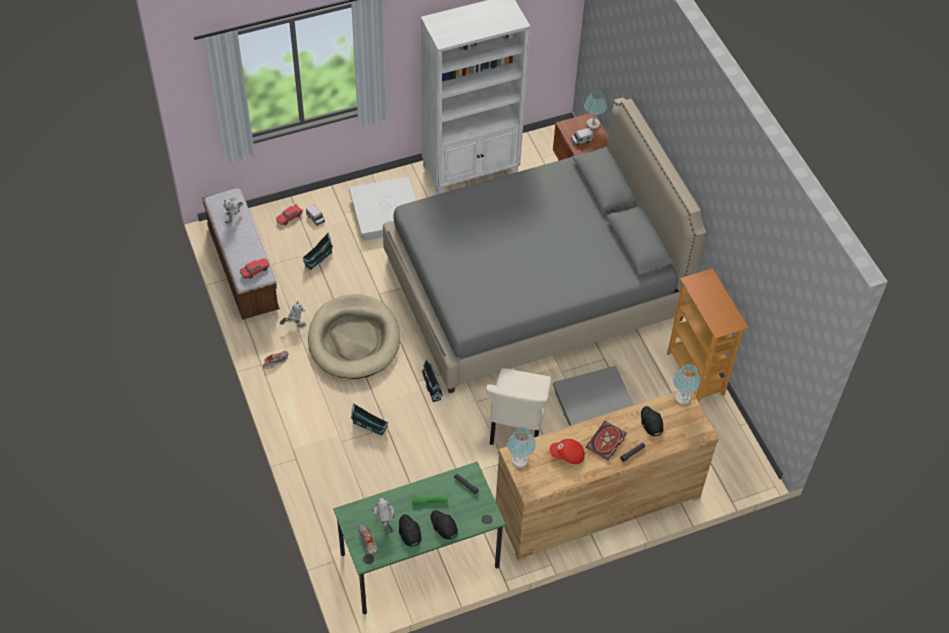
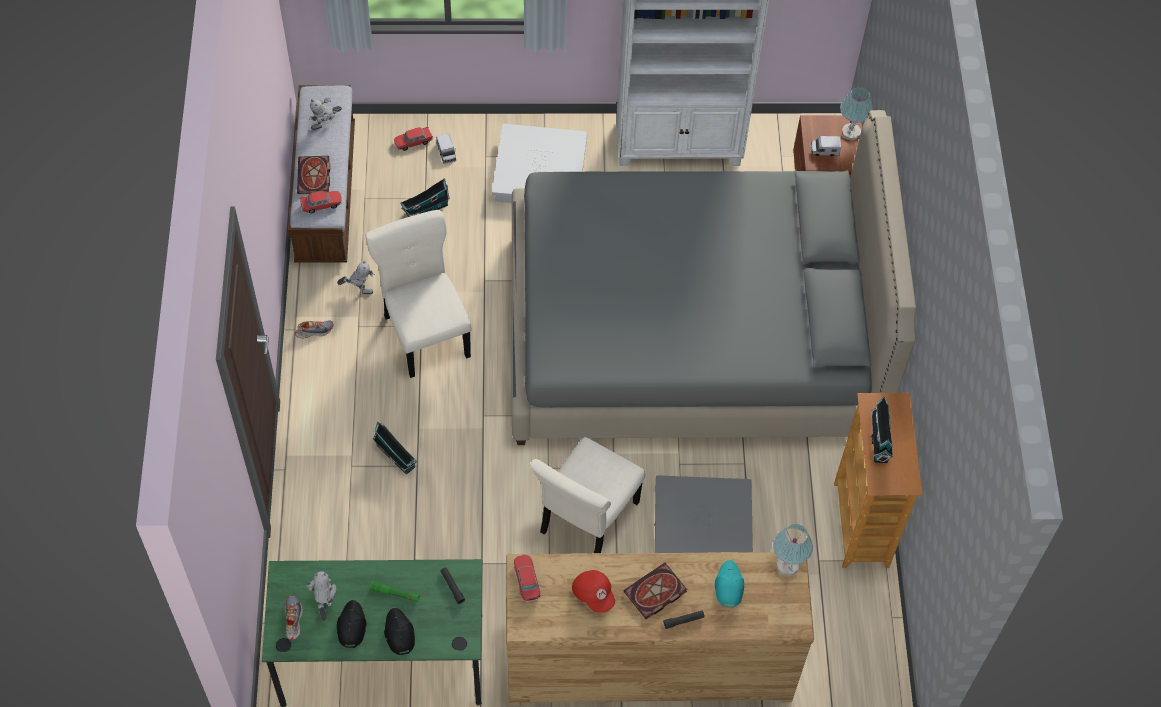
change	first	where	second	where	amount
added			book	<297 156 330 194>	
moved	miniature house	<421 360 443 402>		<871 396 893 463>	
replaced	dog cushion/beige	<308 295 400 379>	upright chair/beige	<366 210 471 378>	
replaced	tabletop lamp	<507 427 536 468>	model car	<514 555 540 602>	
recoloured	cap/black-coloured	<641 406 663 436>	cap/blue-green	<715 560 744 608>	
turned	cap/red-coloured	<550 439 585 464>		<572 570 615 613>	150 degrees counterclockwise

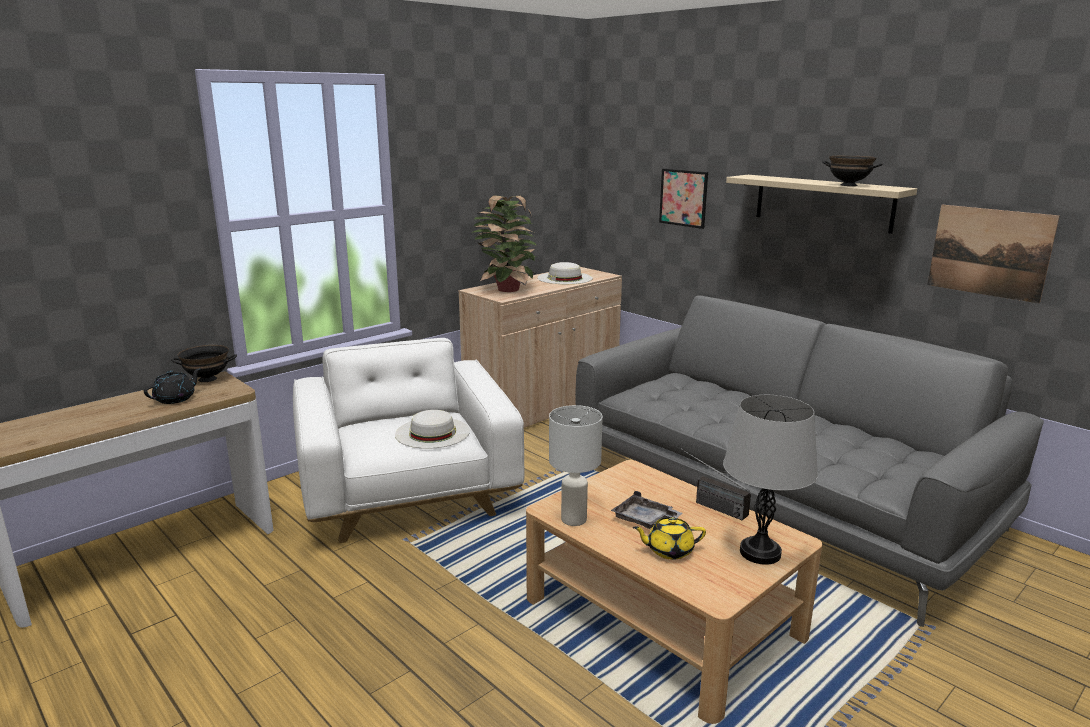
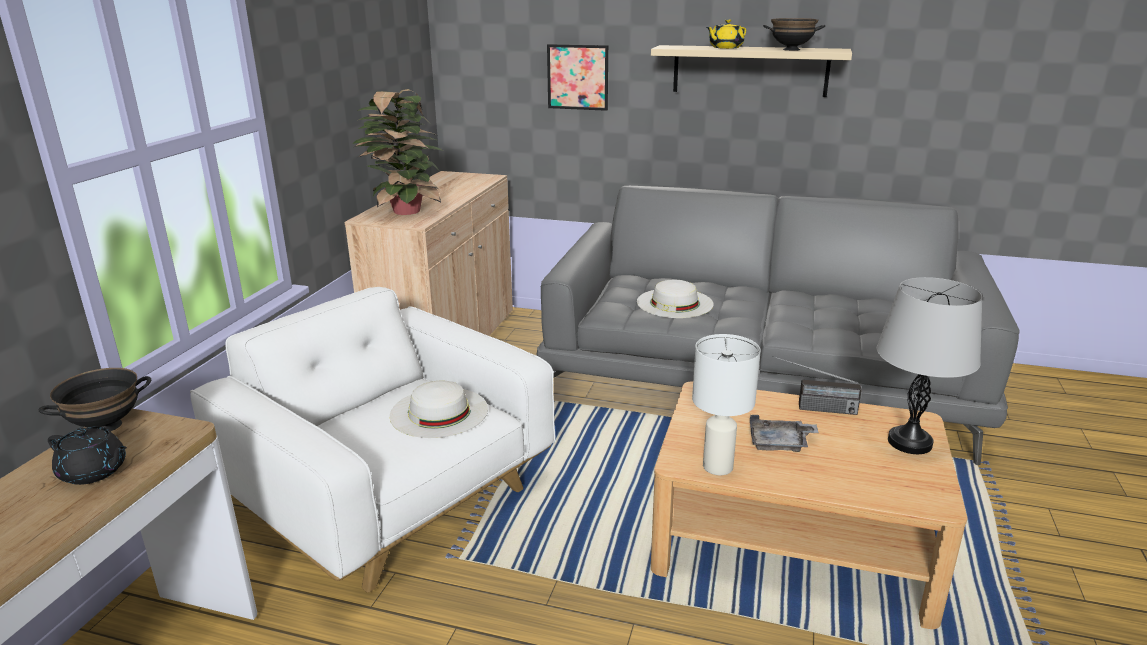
change	first	where	second	where	amount
removed	picture	<927 205 1060 303>			
moved	clothing hat/white	<537 262 593 284>		<637 280 713 318>	
moved	tea pot/yellow	<633 517 706 560>		<707 19 746 49>	
turned	tea pot/black-coloured	<144 368 201 404>		<48 427 127 485>	105 degrees clockwise

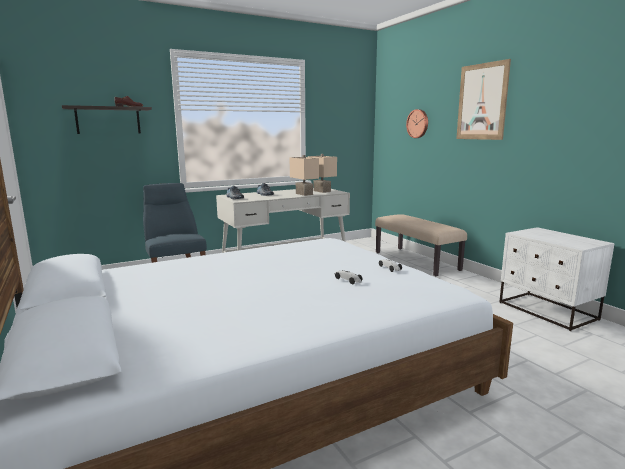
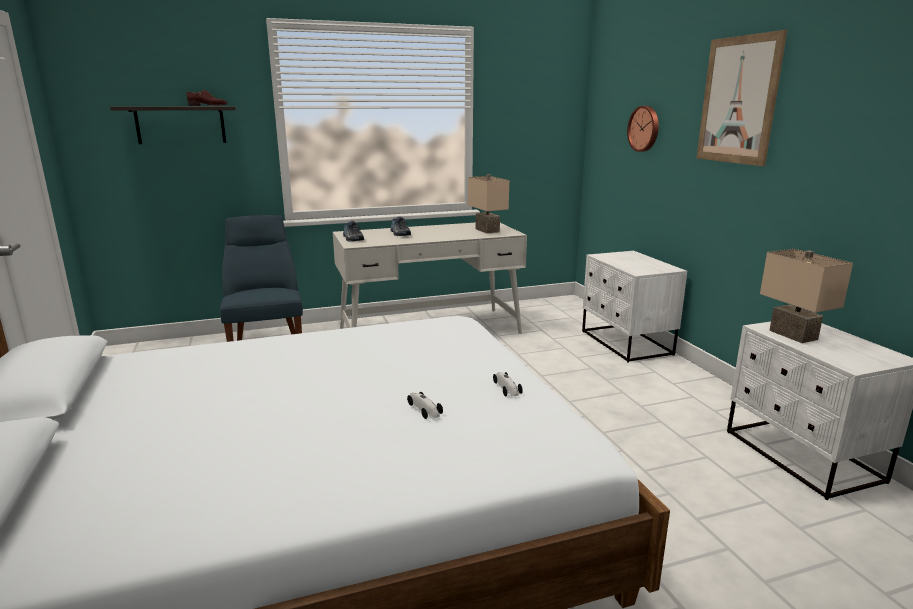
change	first	where	second	where	amount
moved	tabletop lamp/beige	<290 155 319 196>		<760 249 853 343>	
replaced	long seat/beige	<375 214 467 276>	bedside table/white	<582 251 687 363>	

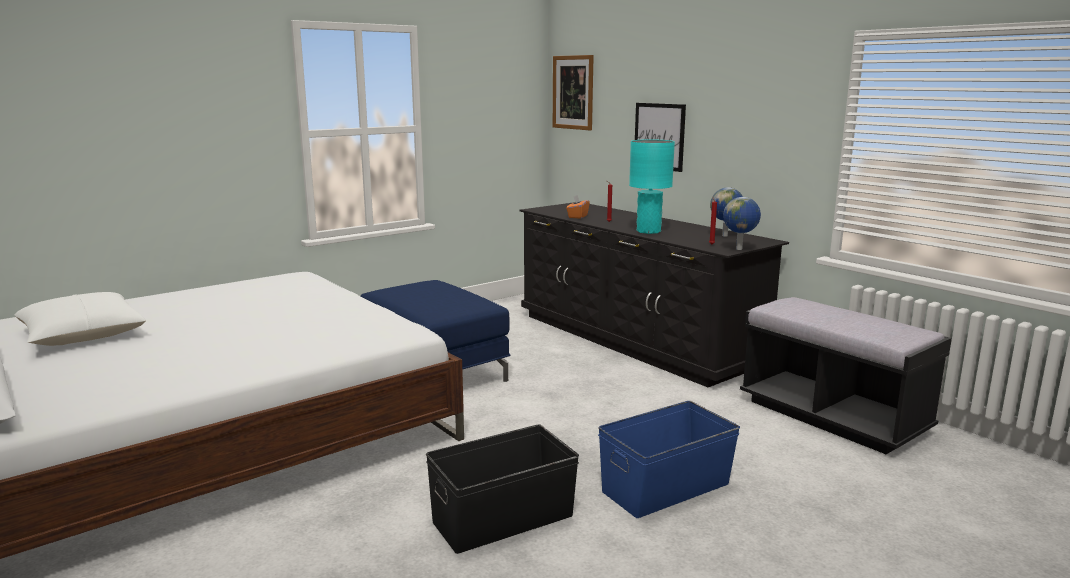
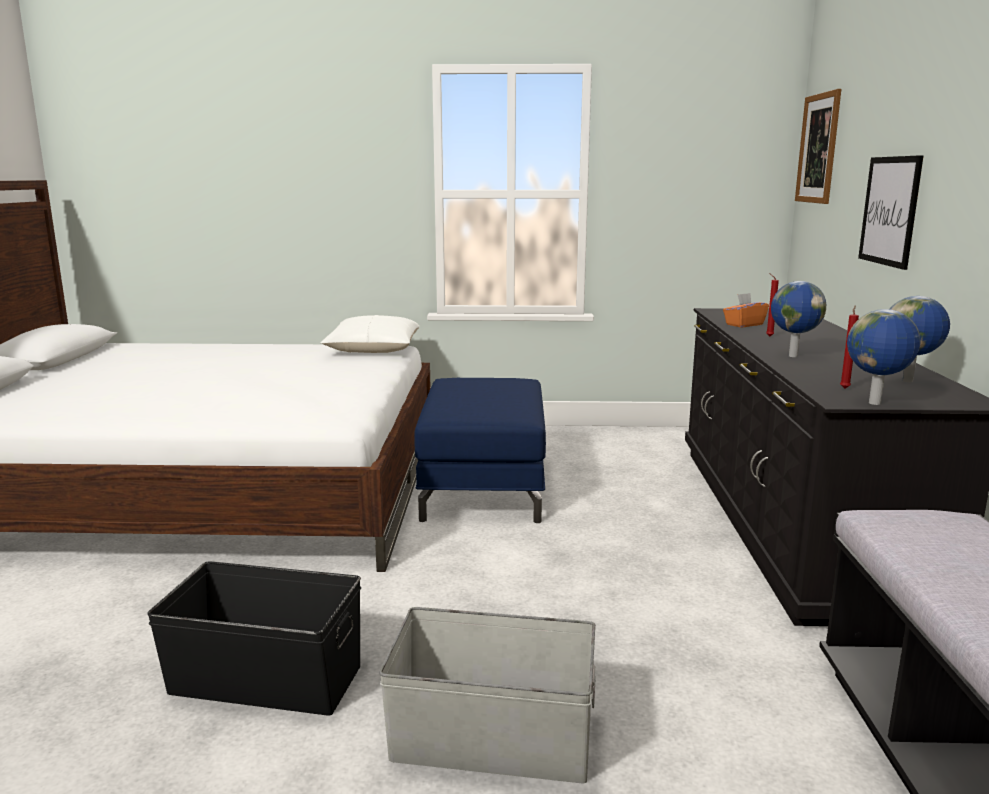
change	first	where	second	where	amount
moved	pillow/white	<14 292 146 346>		<321 315 419 353>	
replaced	tabletop lamp/blue-green	<629 139 675 234>	globe	<771 281 826 357>	
recoloured	storage container/blue-coloured	<598 401 740 518>	storage container/gray	<379 607 595 783>	

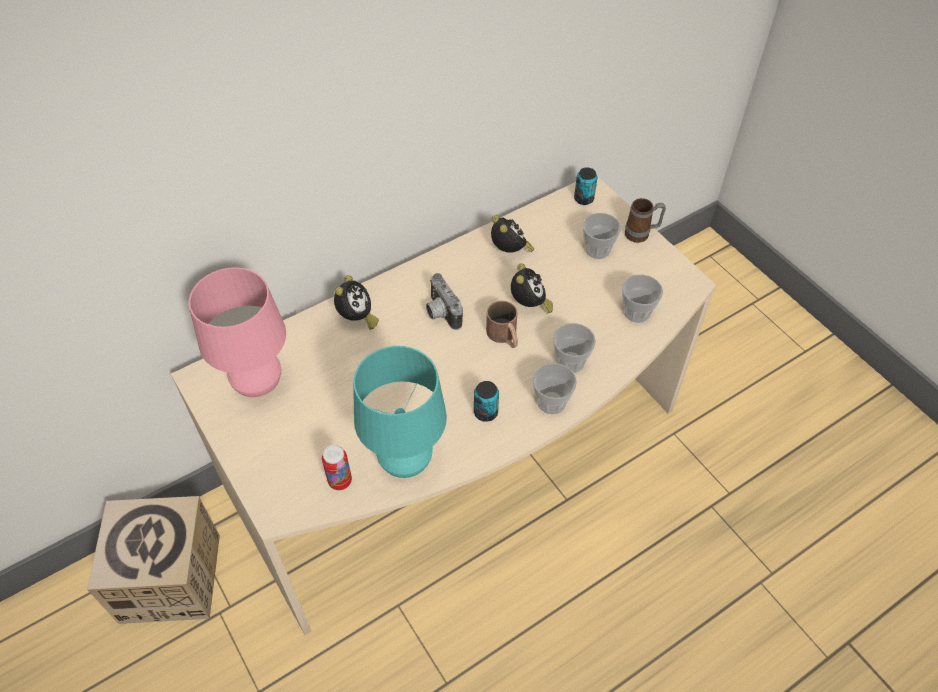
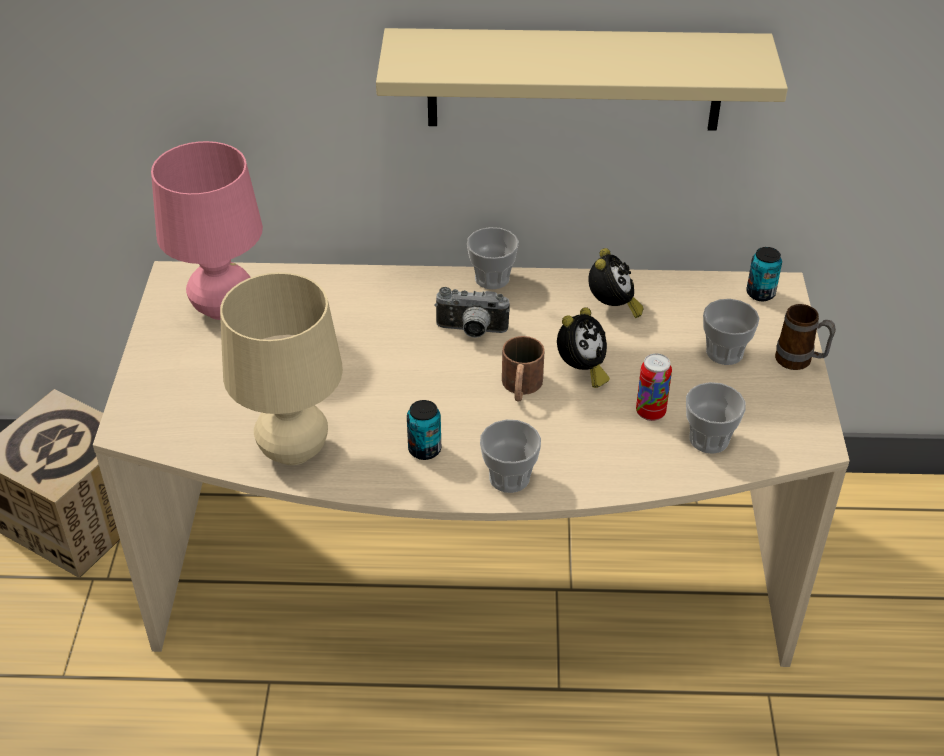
change	first	where	second	where	amount
removed	alarm clock	<334 275 379 330>			
added			shelf/beige	<376 28 788 131>	
moved	metal can	<322 445 352 490>		<636 353 672 421>	
moved	drinking cup	<553 323 596 373>		<467 227 519 289>	
recoloured	tabletop lamp/blue-green	<353 346 447 478>	tabletop lamp/beige	<220 272 343 465>	
turned	photo camera	<426 273 463 330>		<434 287 510 338>	90 degrees counterclockwise

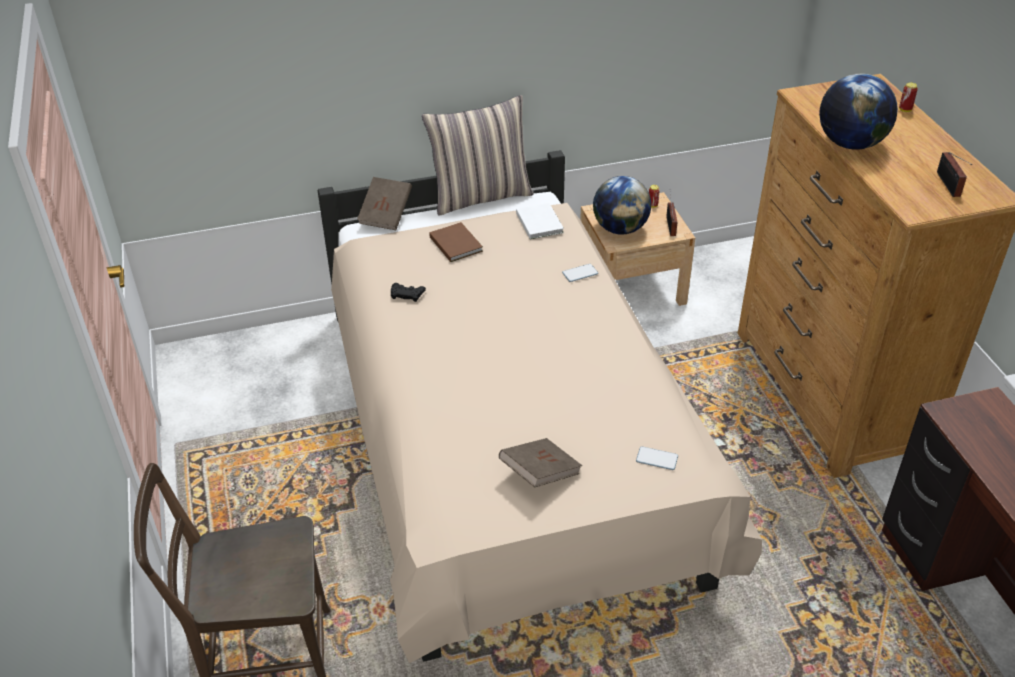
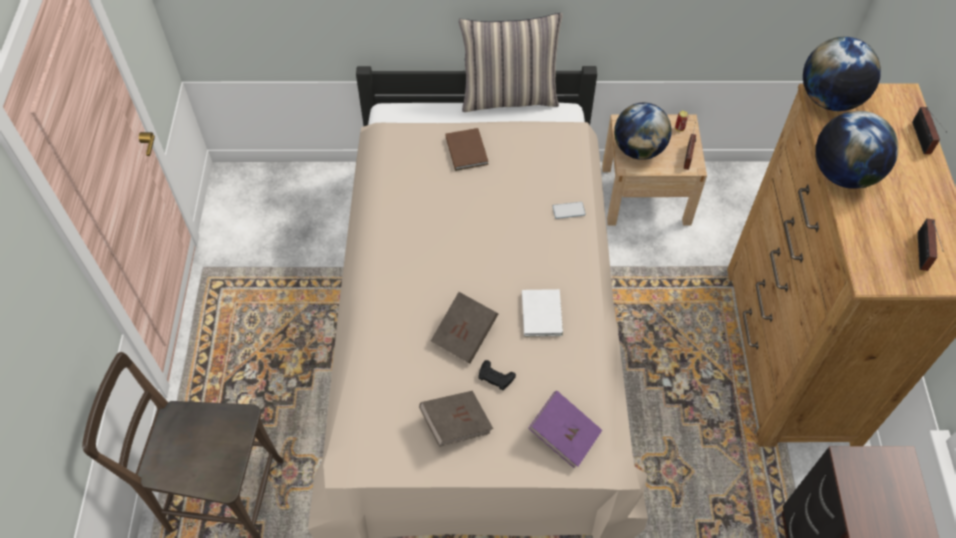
change	first	where	second	where	amount
added			globe	<803 37 881 111>	
moved	book/brownish	<357 177 412 230>		<431 292 498 364>	
moved	joypad/black-coloured	<391 283 426 302>		<478 360 516 390>	
moved	book/white	<516 203 564 239>		<522 289 563 336>	
replaced	telephone	<636 446 678 470>	book/purplish	<528 391 602 468>	
replaced	metal can	<899 82 918 112>	radio set	<912 107 947 154>	

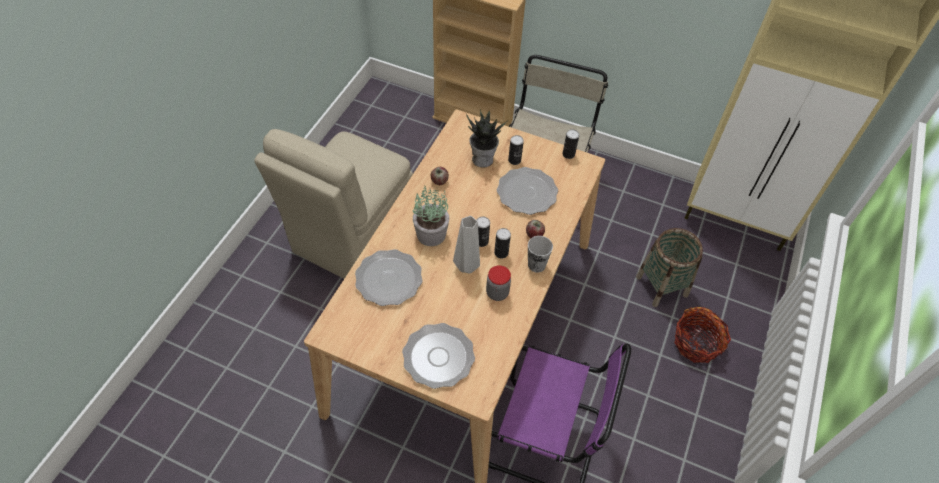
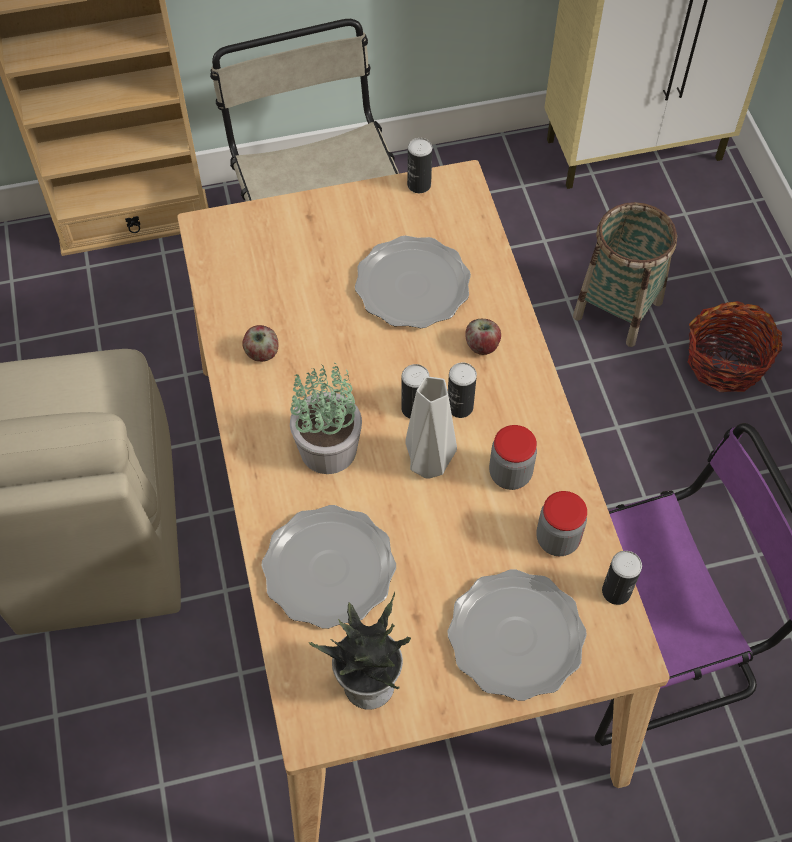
change	first	where	second	where	amount
removed	drinking cup	<528 236 553 273>			
added			preserve jar	<536 491 587 556>	
moved	houseplant	<466 109 509 167>		<309 592 411 710>	
moved	metal can	<508 135 524 165>		<602 551 642 605>	

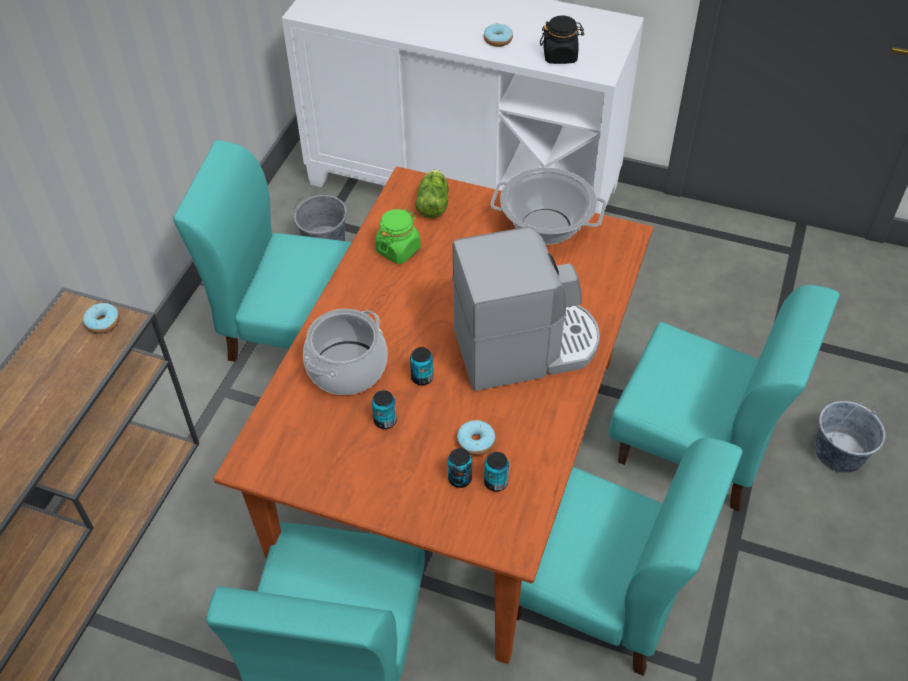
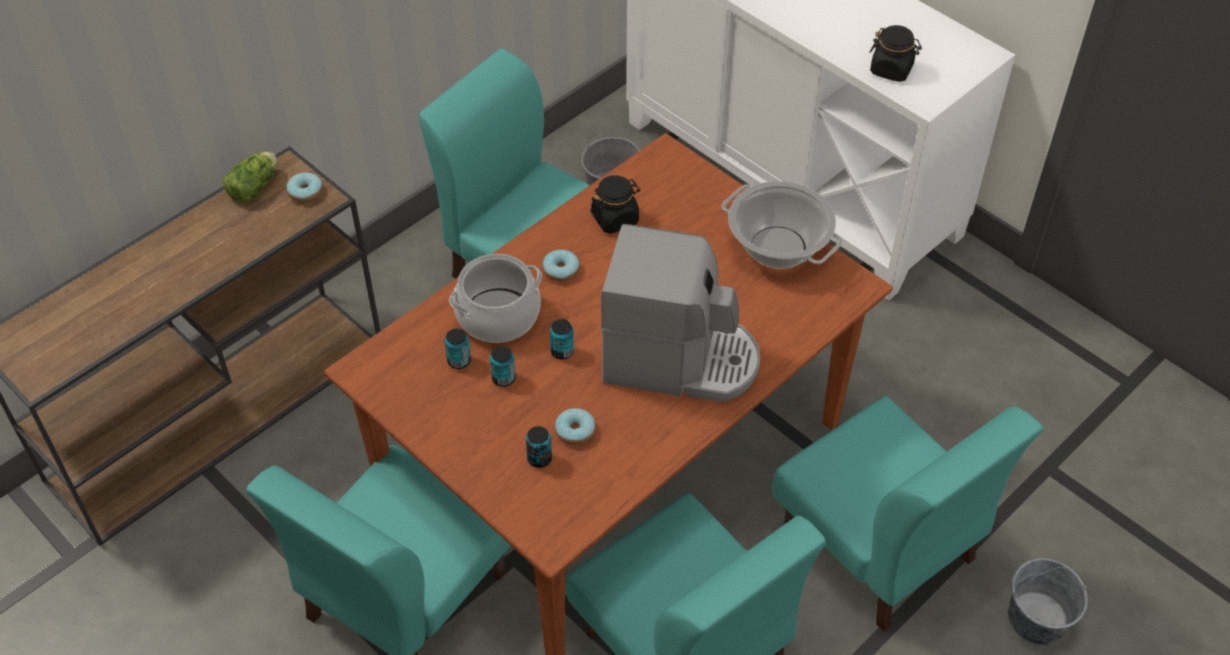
change	first	where	second	where	amount
moved	head of lettuce	<415 170 448 218>		<223 152 277 203>	
moved	donut	<484 23 513 47>		<543 250 580 282>	
moved	metal can	<484 452 509 492>		<445 329 471 369>	
recoloured	preserve jar/green	<375 209 421 264>	preserve jar/black-coloured	<590 175 641 234>	

